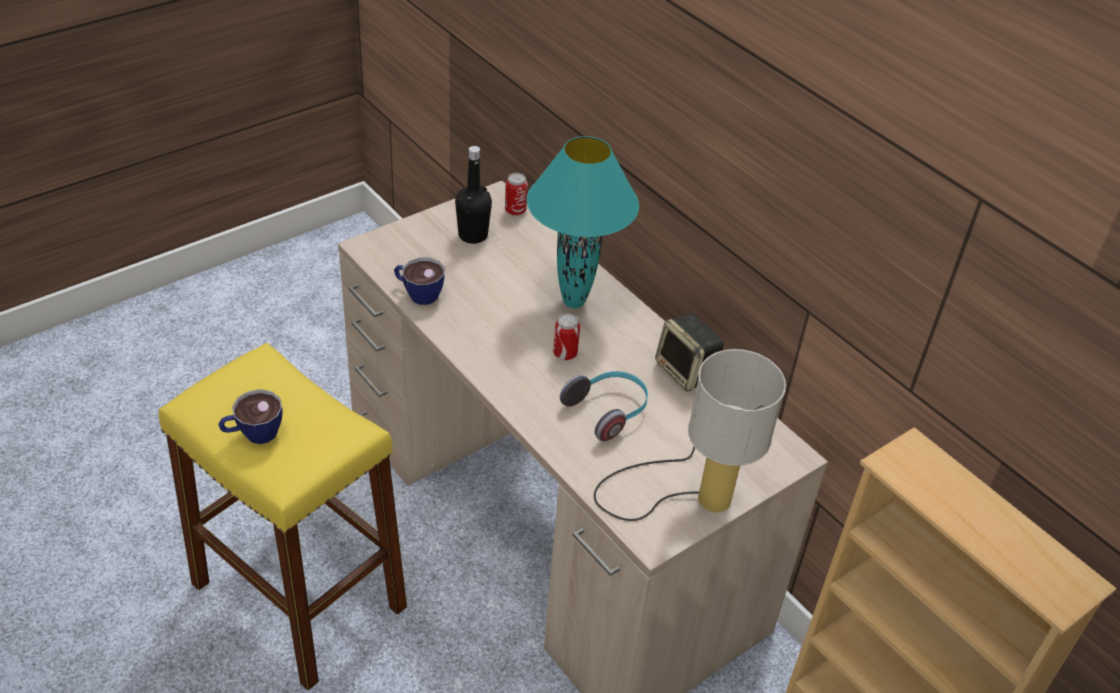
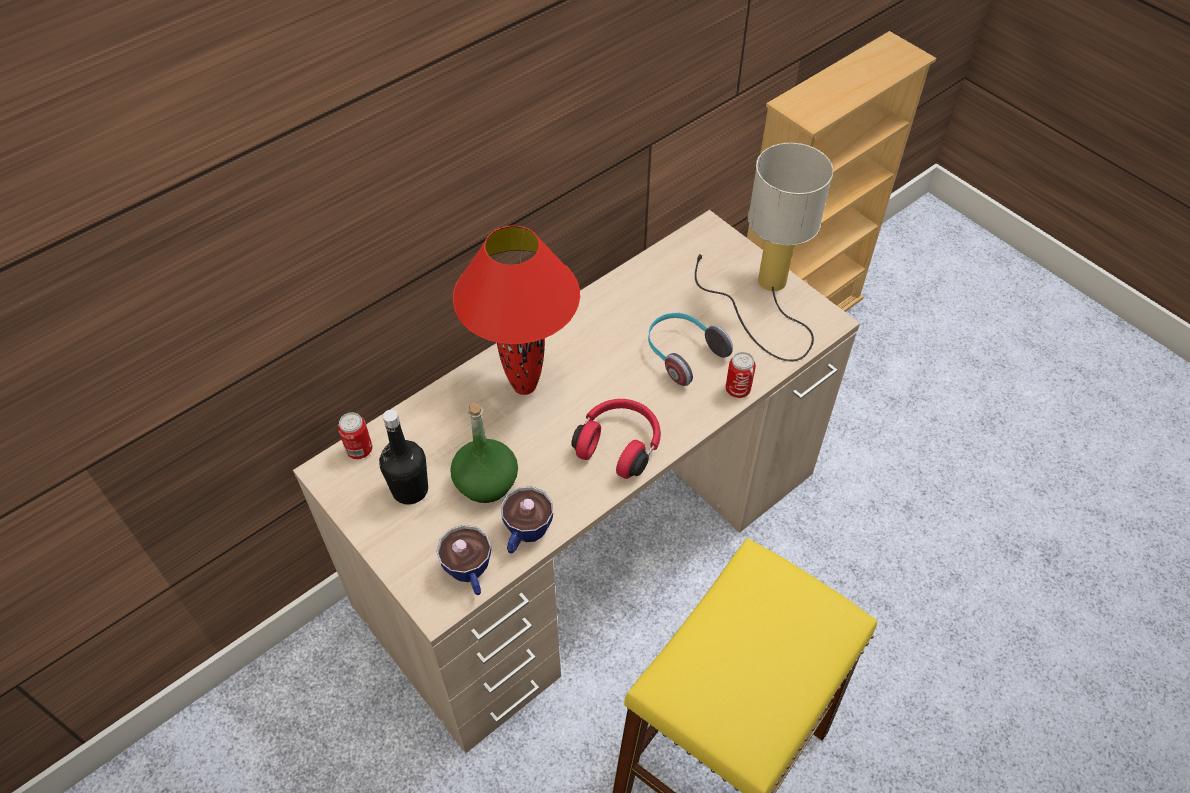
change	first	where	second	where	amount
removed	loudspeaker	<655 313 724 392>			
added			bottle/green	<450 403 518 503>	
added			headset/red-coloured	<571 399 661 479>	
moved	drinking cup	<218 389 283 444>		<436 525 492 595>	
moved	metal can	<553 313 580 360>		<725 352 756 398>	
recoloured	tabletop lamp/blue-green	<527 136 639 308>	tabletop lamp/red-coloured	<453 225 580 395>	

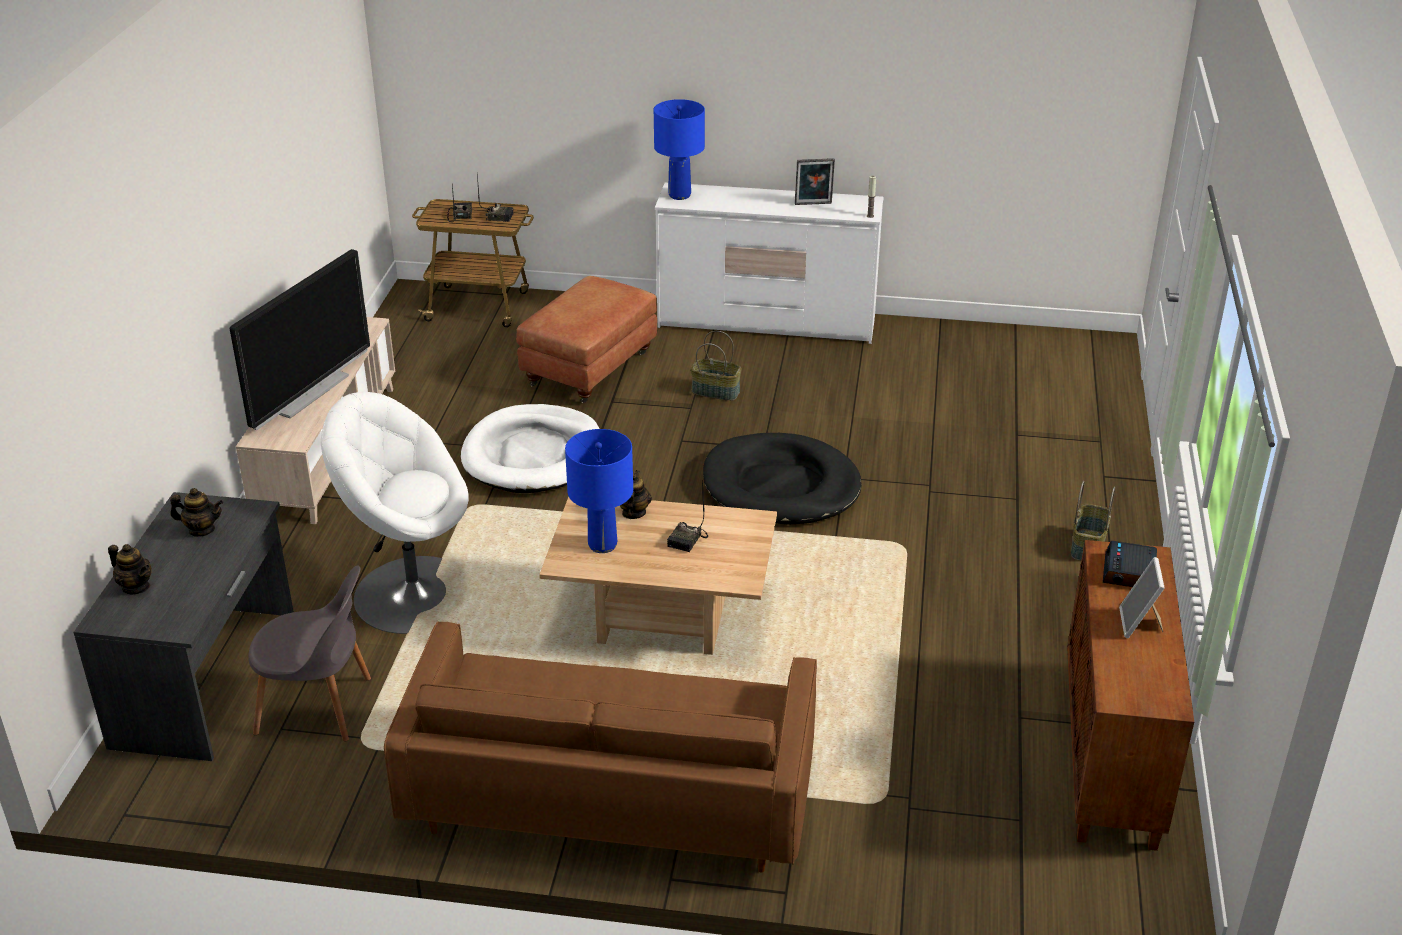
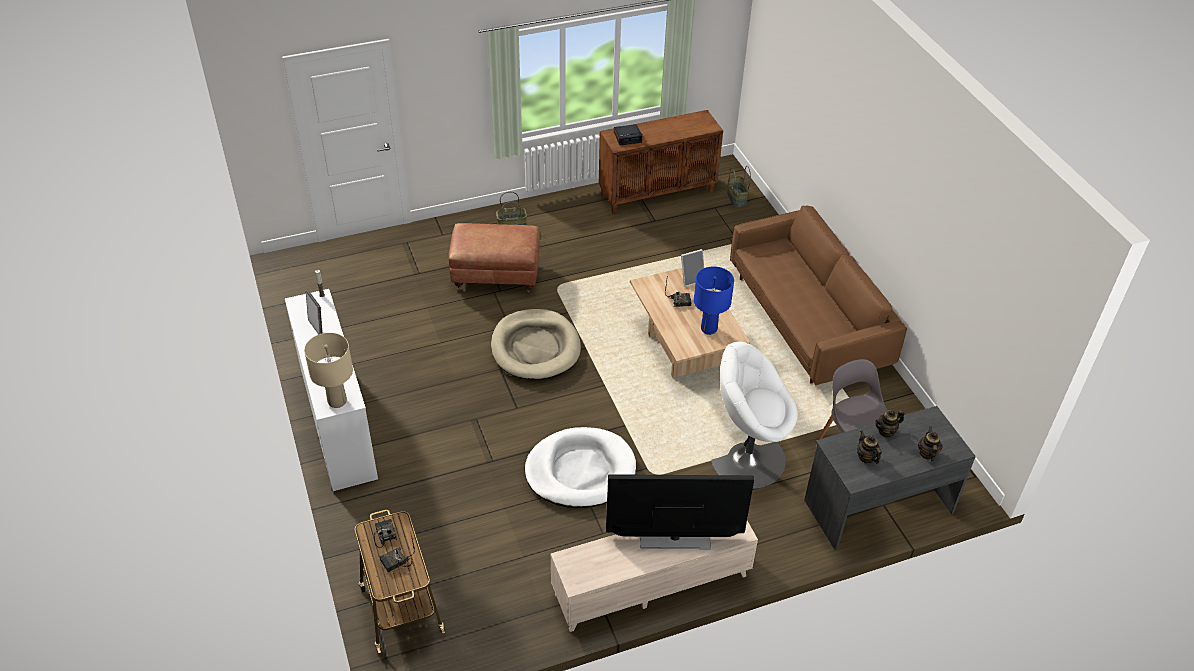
change	first	where	second	where	amount
moved	footrest/brownish	<516 276 657 403>		<448 223 540 294>	
moved	tea pot	<620 470 652 519>		<875 410 905 438>	
moved	household basket	<691 331 742 401>		<727 166 751 207>	
moved	standing frame	<1119 557 1165 638>		<681 249 704 287>	
recoloured	tabletop lamp/blue-coloured	<654 99 705 200>	tabletop lamp/beige	<304 333 353 408>	
recoloured	dog cushion/black-coloured	<703 433 862 525>	dog cushion/beige	<491 309 581 380>	
turned	lounge chair/white	<321 392 468 634>		<711 342 798 489>	120 degrees clockwise

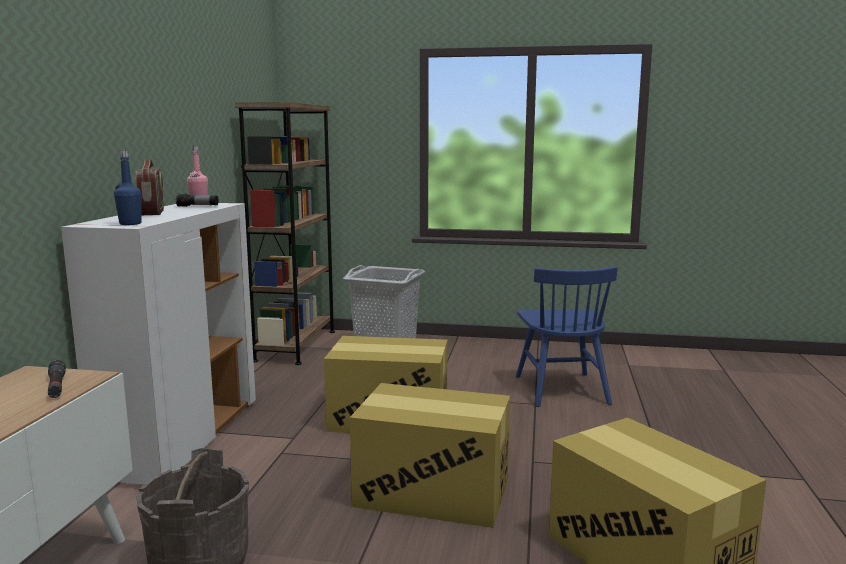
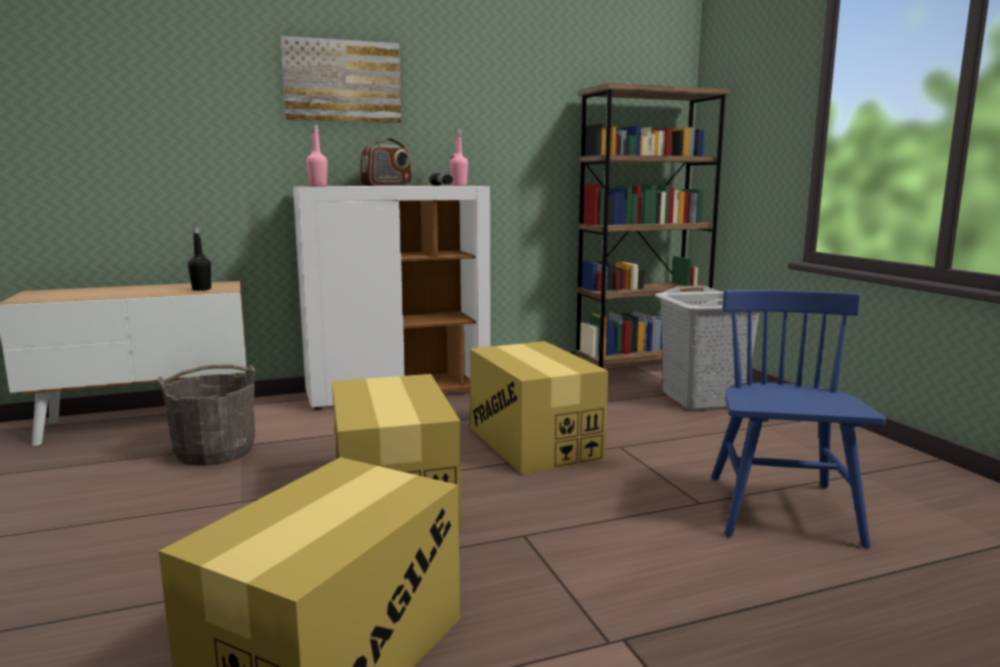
change	first	where	second	where	amount
added			picture	<281 36 401 123>	
replaced	torch/black-coloured	<48 360 66 398>	bottle/black-coloured	<188 227 211 291>	
recoloured	bottle/blue-coloured	<114 150 142 225>	bottle/pinkish	<306 124 328 186>	
turned	upright chair/blue-coloured	<516 266 617 407>		<711 290 886 549>	135 degrees clockwise

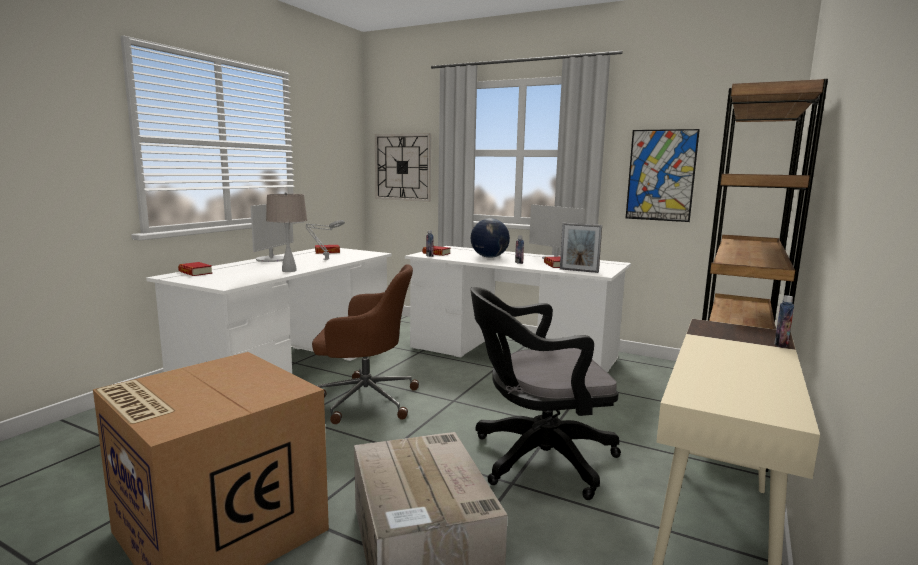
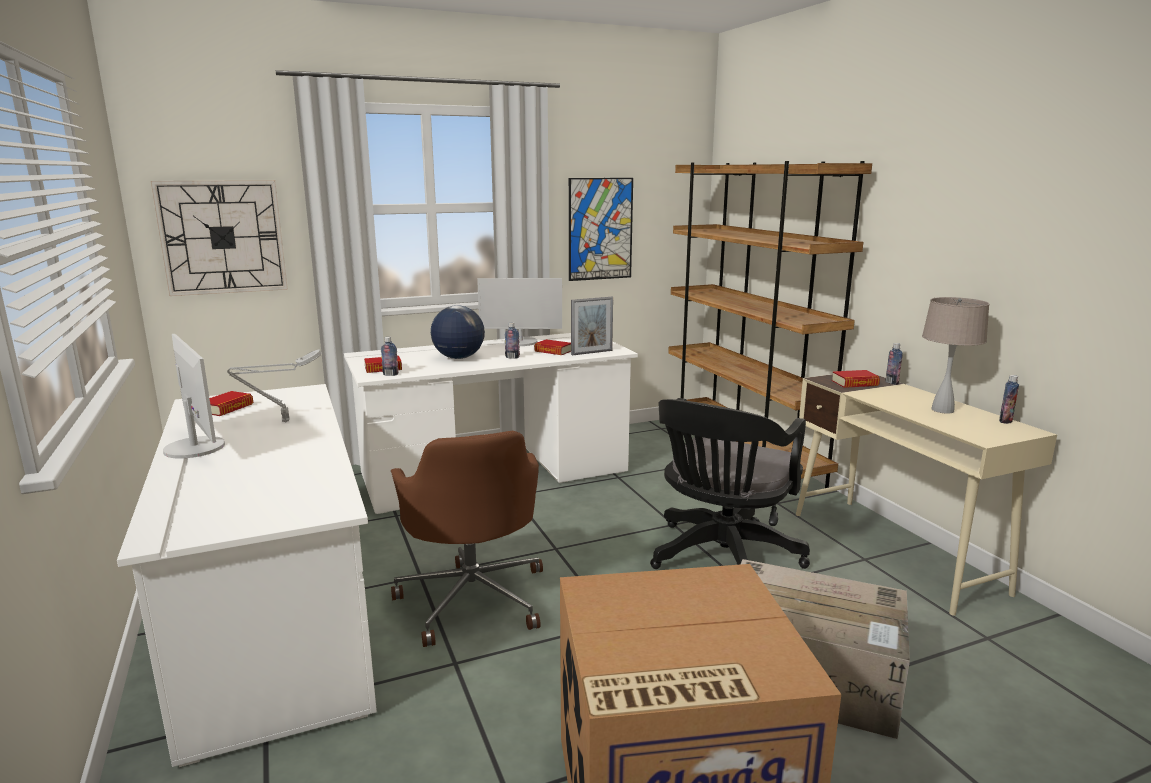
change	first	where	second	where	amount
added			bottle	<999 375 1019 424>	
moved	book	<178 262 213 276>		<832 370 880 388>	
moved	tabletop lamp/beige	<266 192 307 272>		<922 297 990 414>	
turned	computer chair/brownish	<312 264 419 424>		<391 431 543 647>	120 degrees clockwise

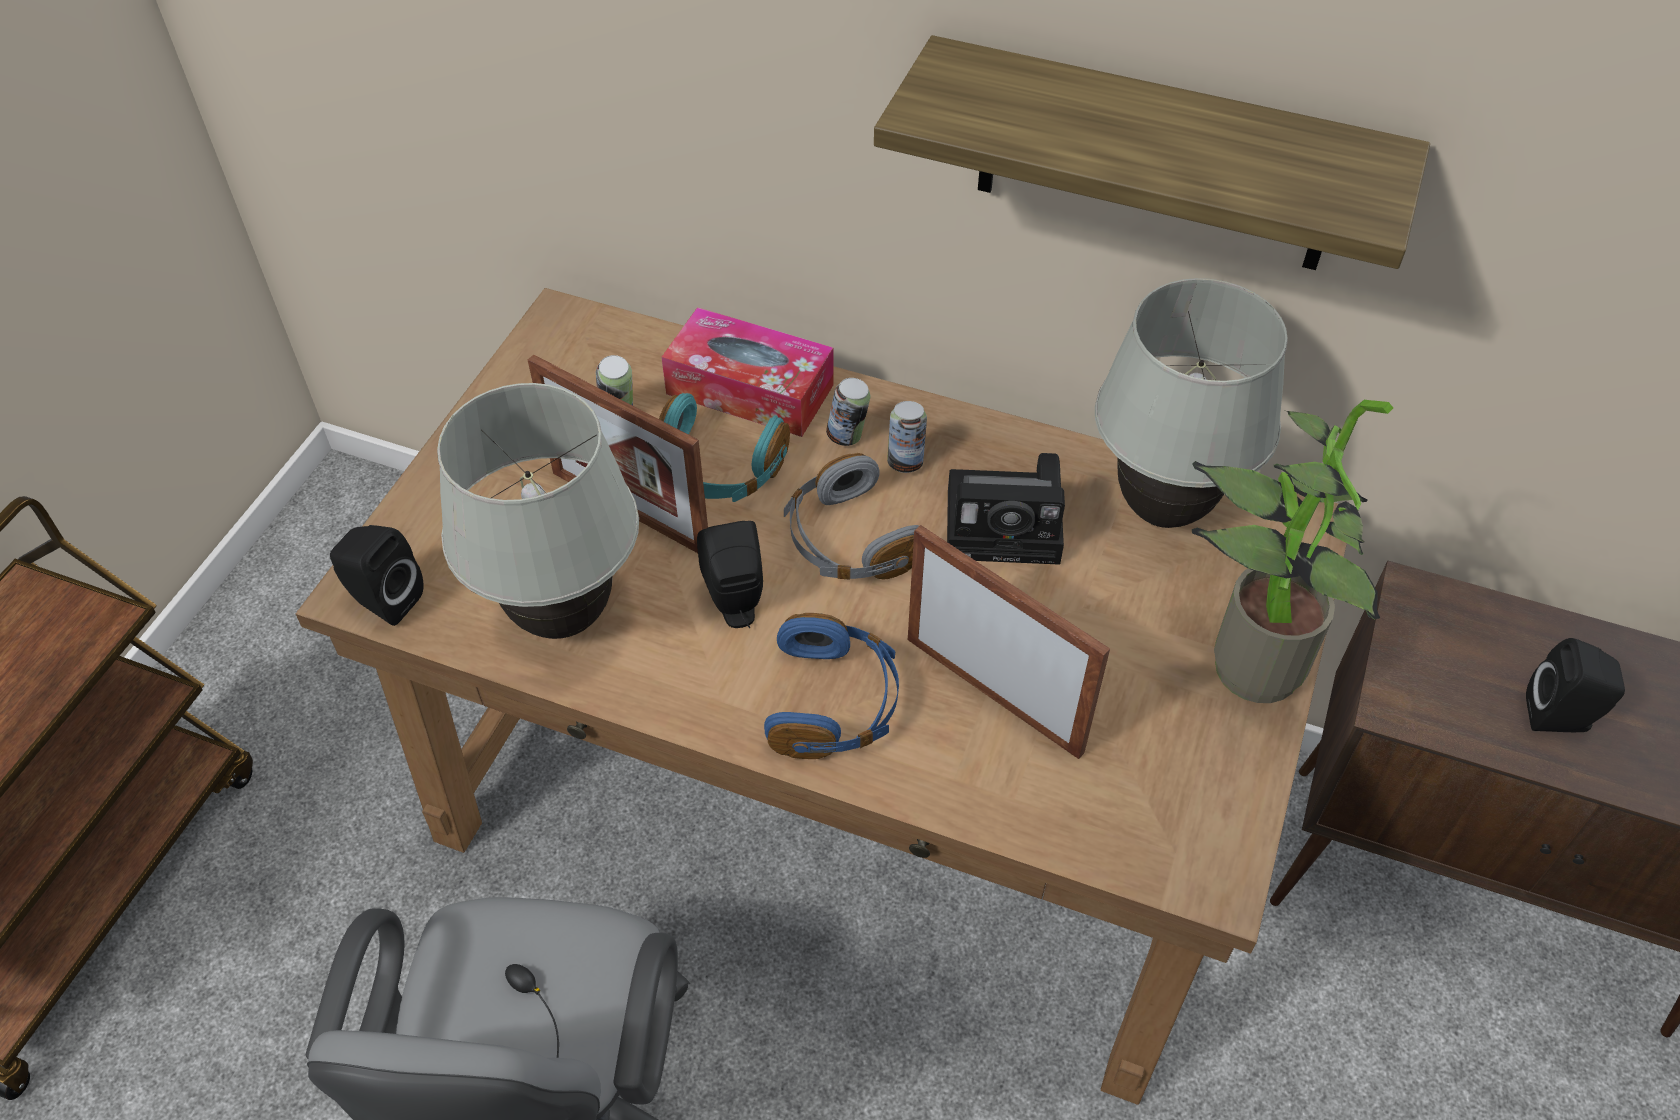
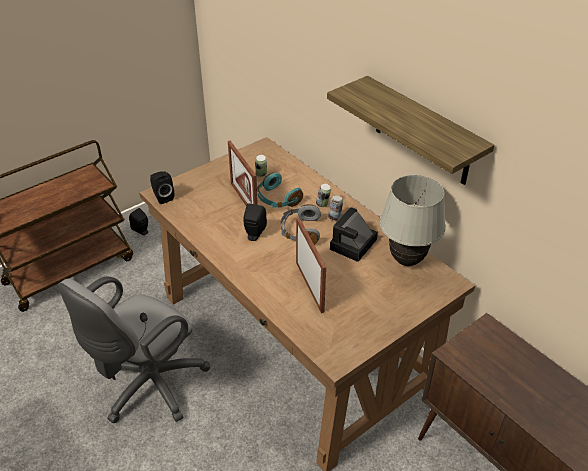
change	first	where	second	where	amount
removed	tabletop lamp/white	<437 383 639 639>			
removed	tissue holder	<662 307 834 437>			
removed	headset/blue-coloured	<764 613 899 759>			
removed	houseplant	<1192 400 1393 703>			
moved	loudspeaker/black-coloured	<1526 638 1625 732>		<129 208 149 235>	
turned	photo camera	<947 453 1065 565>		<330 207 378 262>	90 degrees clockwise

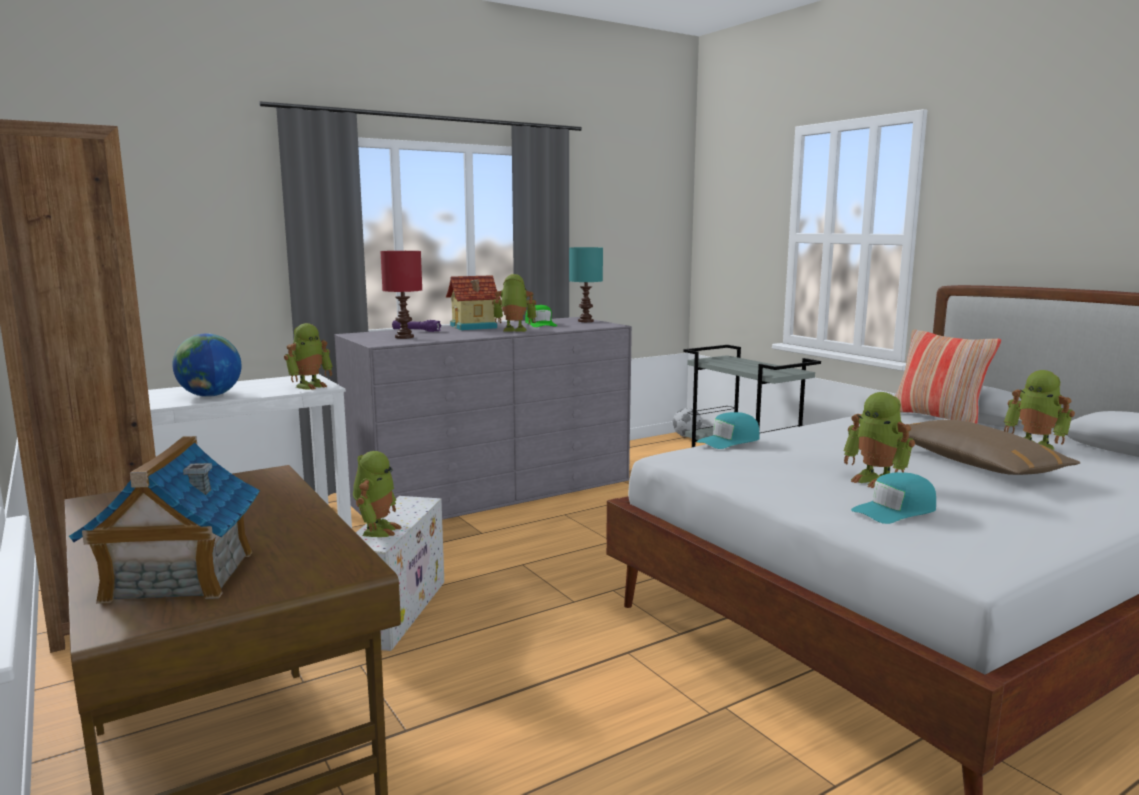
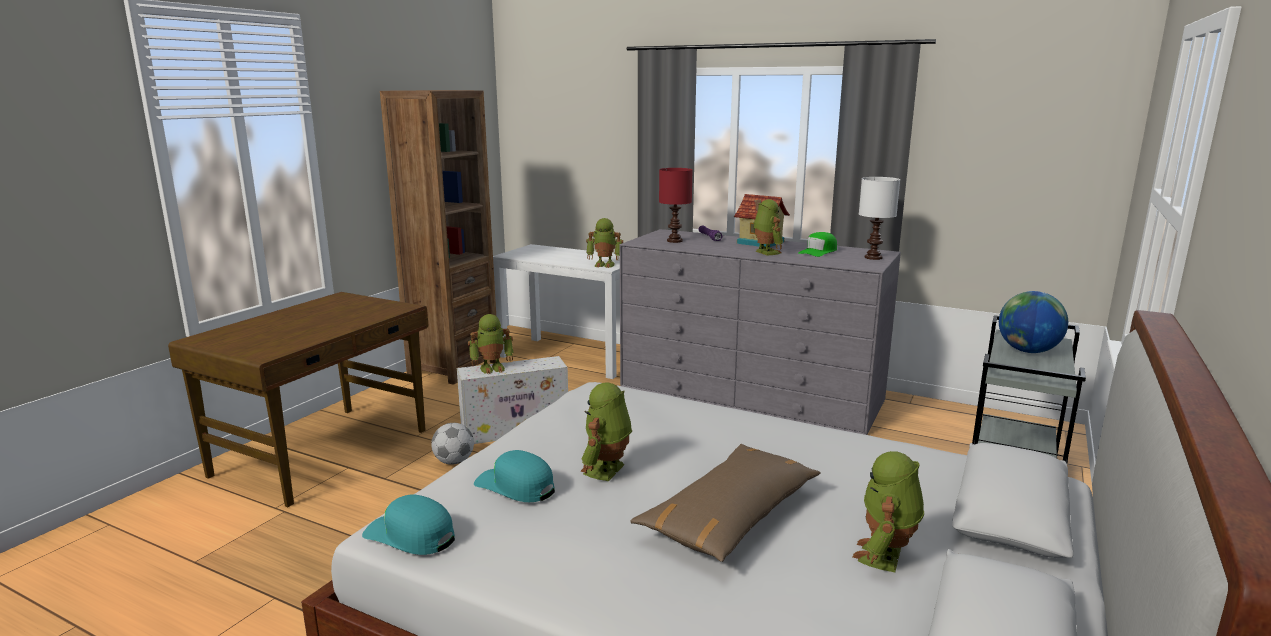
change	first	where	second	where	amount
removed	miniature house	<69 436 260 604>			
removed	pillow	<895 329 1001 424>			
moved	globe	<172 333 241 397>		<999 291 1068 353>	
moved	ball for football	<673 408 702 437>		<431 423 474 465>	
moved	cap/blue-green	<696 412 760 449>		<362 495 455 555>	
recoloured	tabletop lamp/blue-green	<569 247 603 322>	tabletop lamp/white	<859 177 900 260>	

